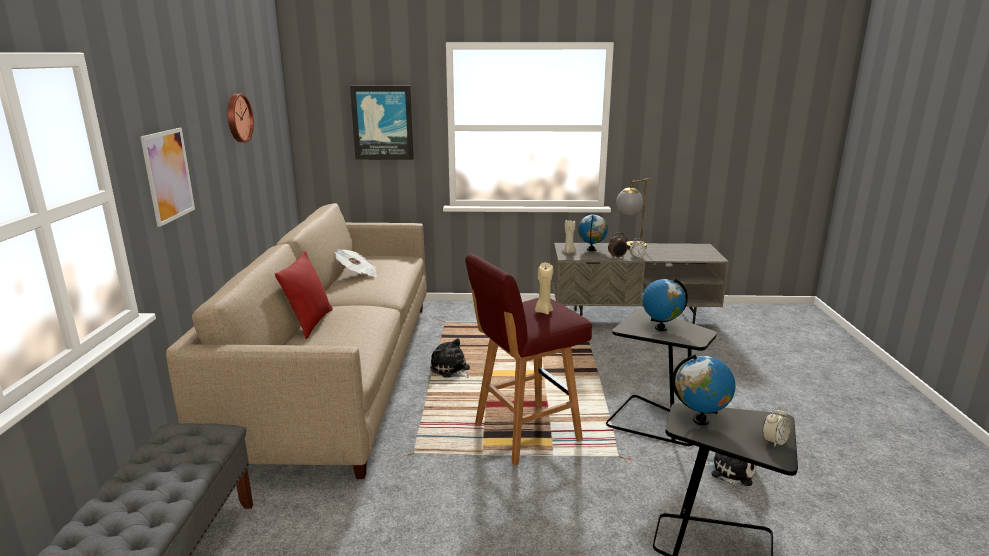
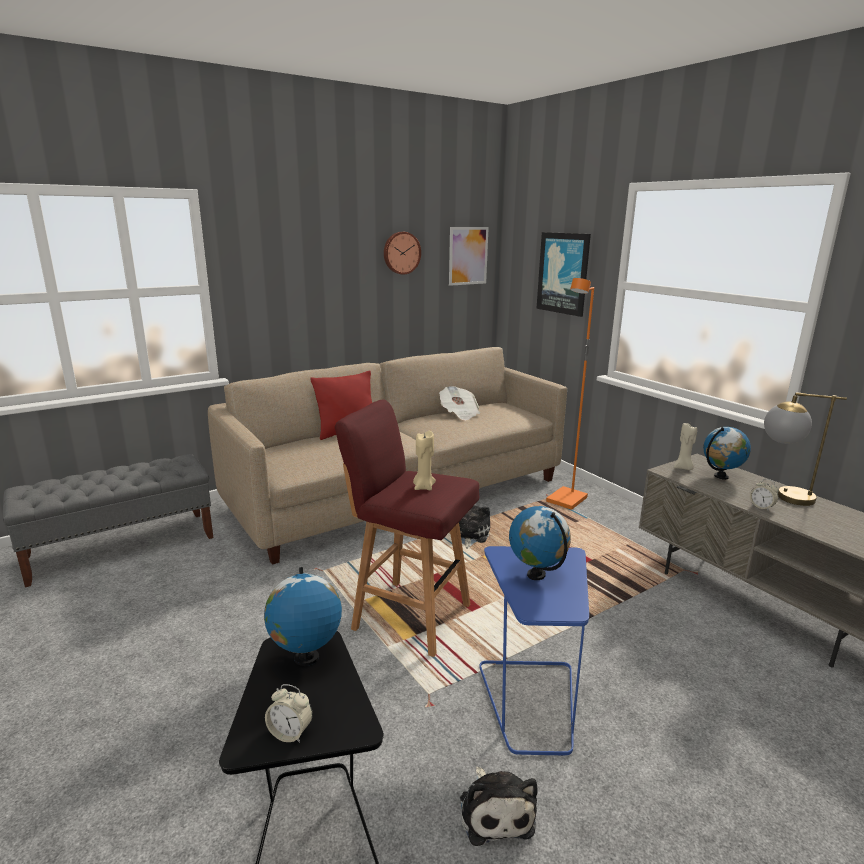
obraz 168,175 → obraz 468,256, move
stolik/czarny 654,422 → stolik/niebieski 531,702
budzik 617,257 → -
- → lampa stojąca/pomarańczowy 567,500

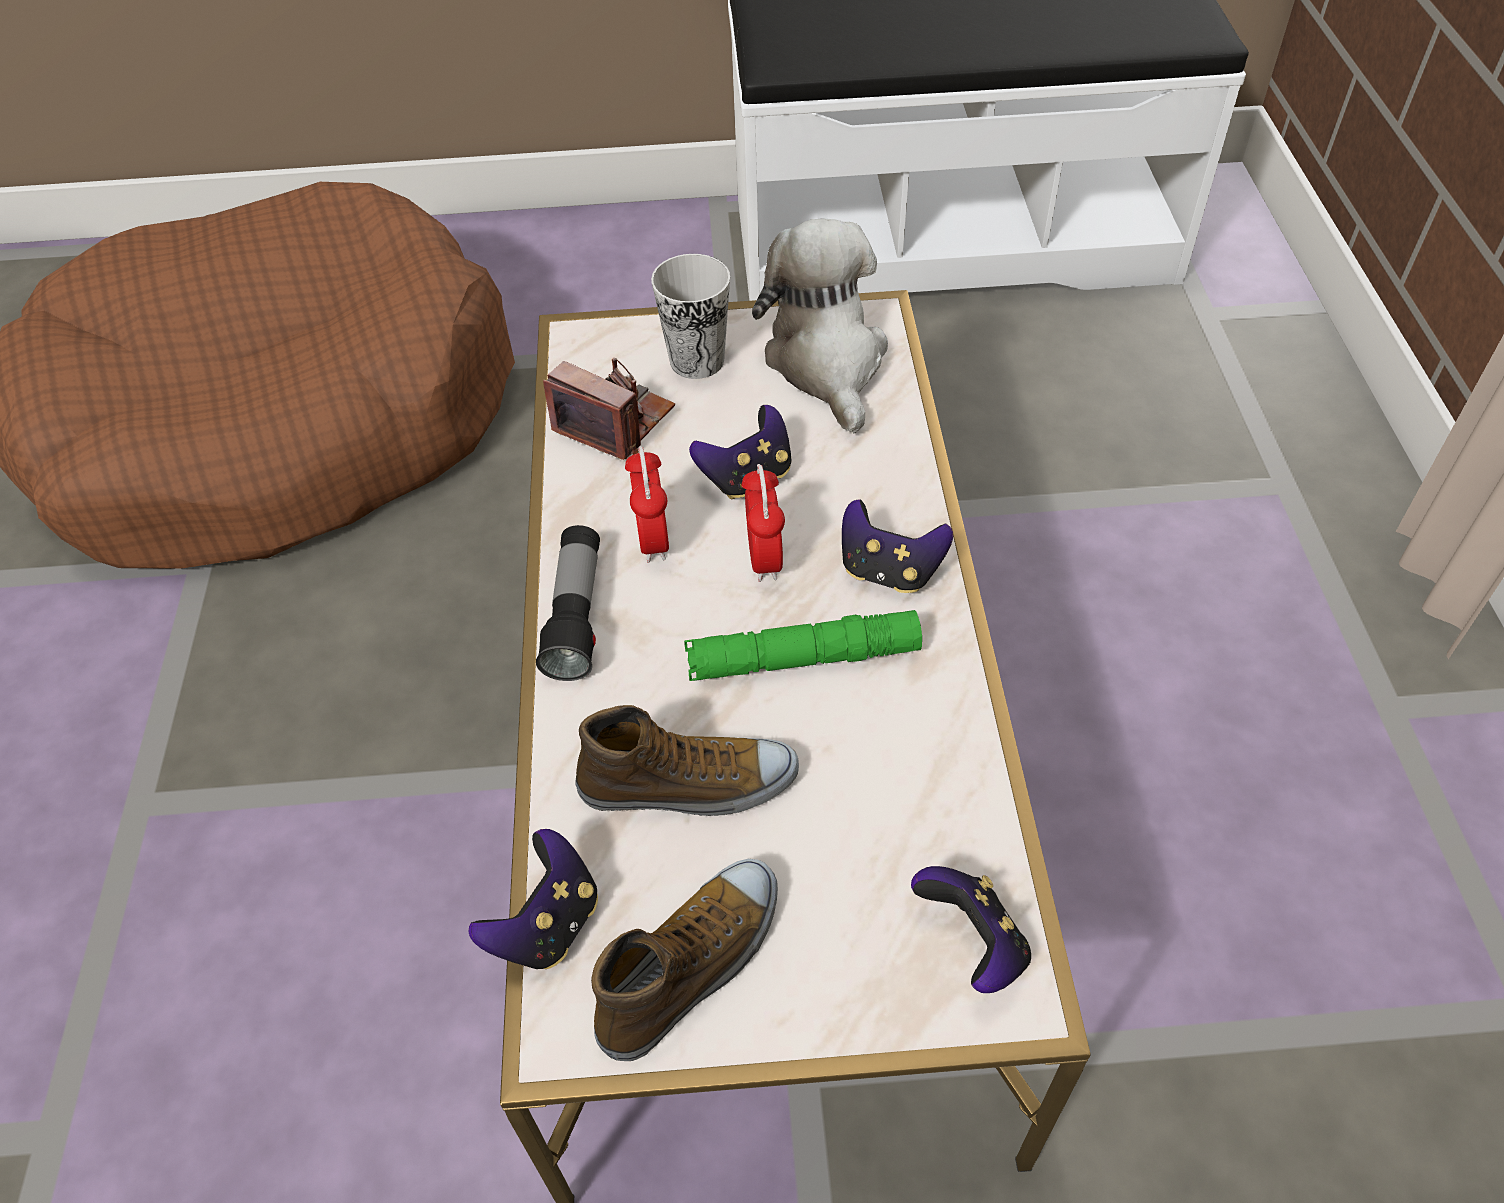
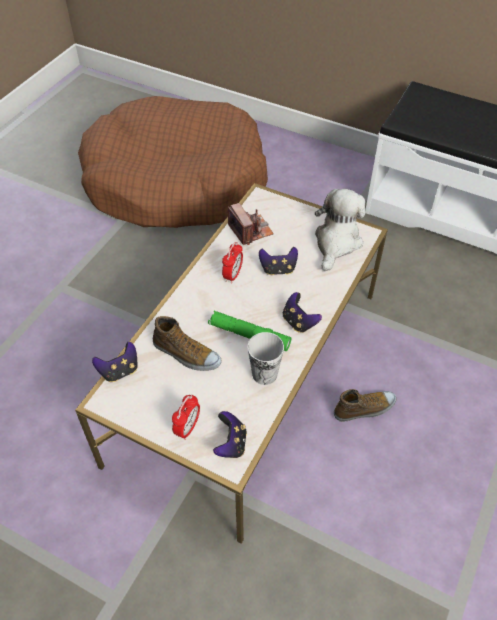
latarka 576,615 → -
but 692,965 → but 364,409, move
filiżanka 697,360 → filiżanka 264,374, move
budzik 764,558 → budzik 187,428, move

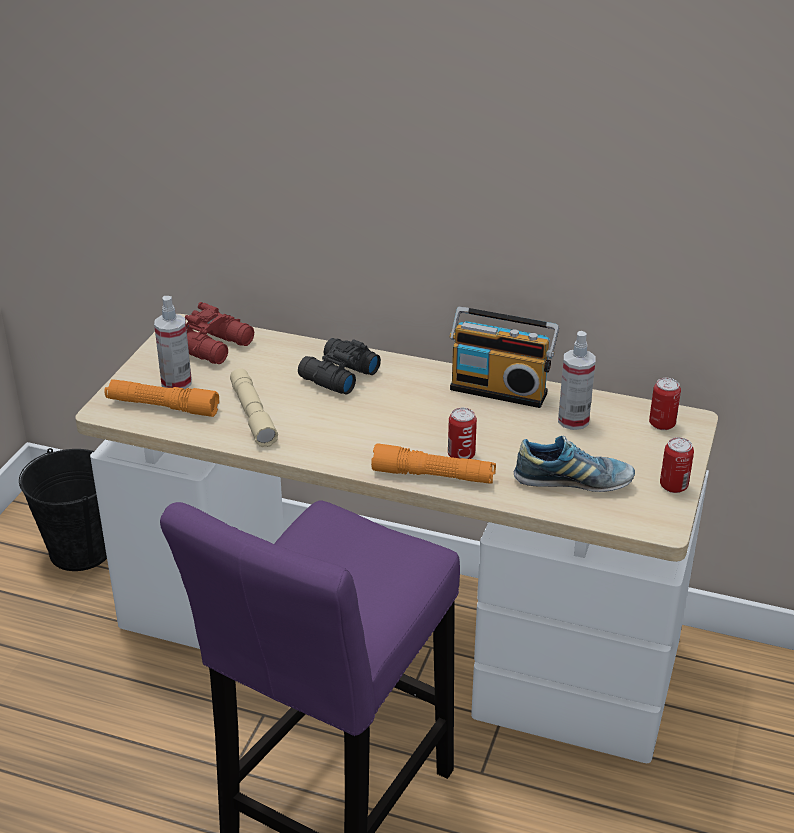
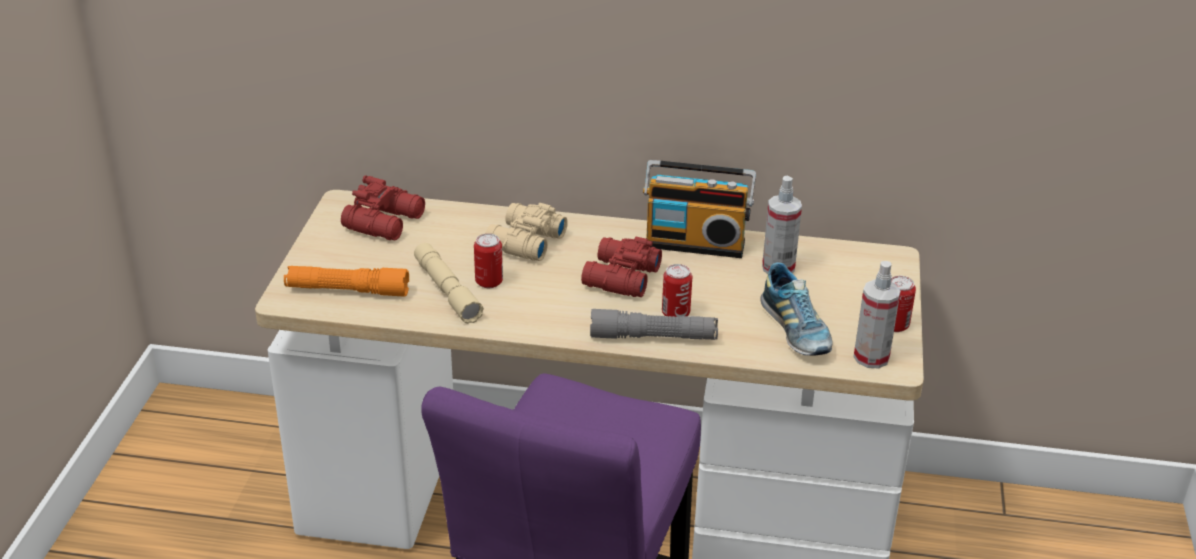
wiadro/czarny 81,550 → -
spryskiwacz 176,383 → spryskiwacz 871,357, move
lornetka/czarny 337,375 → lornetka/beżowy 523,242
latarka/pomarańczowy 433,476 → latarka/szary 653,337
but 573,482 → but 795,330, 75 degrees clockwise
puszka 662,424 → puszka 489,282, move
- → lornetka/czerwony 619,278

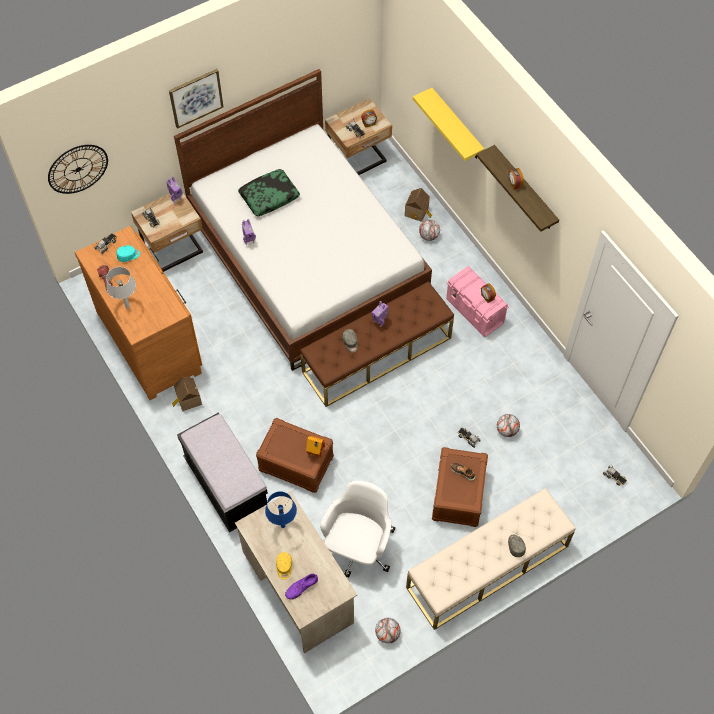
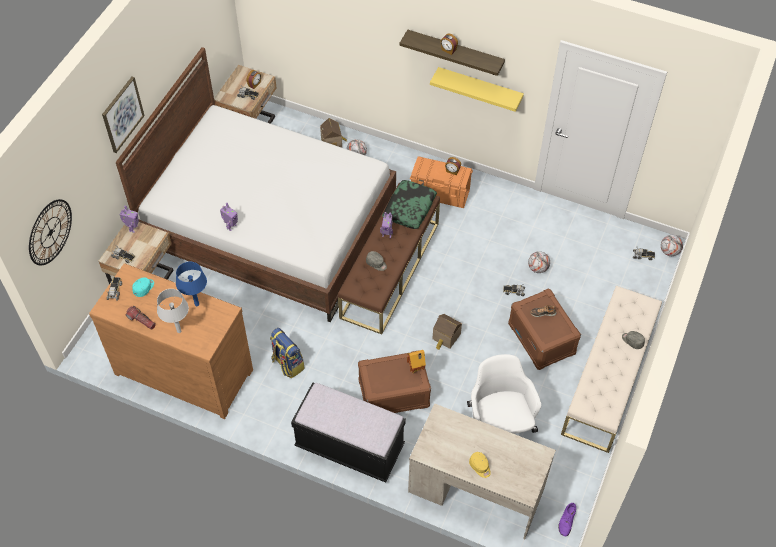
domek 187,400 → domek 446,337, move
poduszka 269,196 → poduszka 409,208, move
lampa stołowa/niebieski 282,525 → lampa stołowa/niebieski 196,304, move
but/fioletowy 301,587 → but/fioletowy 567,521, move
piłka futbolowa 387,634 → piłka futbolowa 669,251, move
półka/żółty 457,125 → półka/żółty 479,88, move
pojemnik do przechowywania/różowy 474,311 → pojemnik do przechowywania/pomarańczowy 440,193
- → plecak 287,364

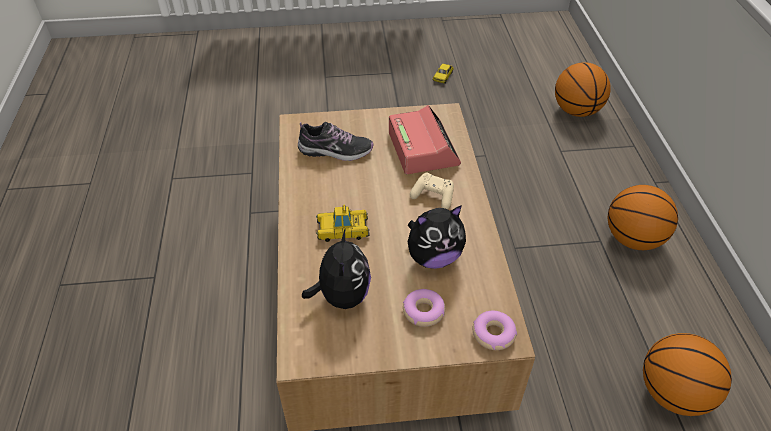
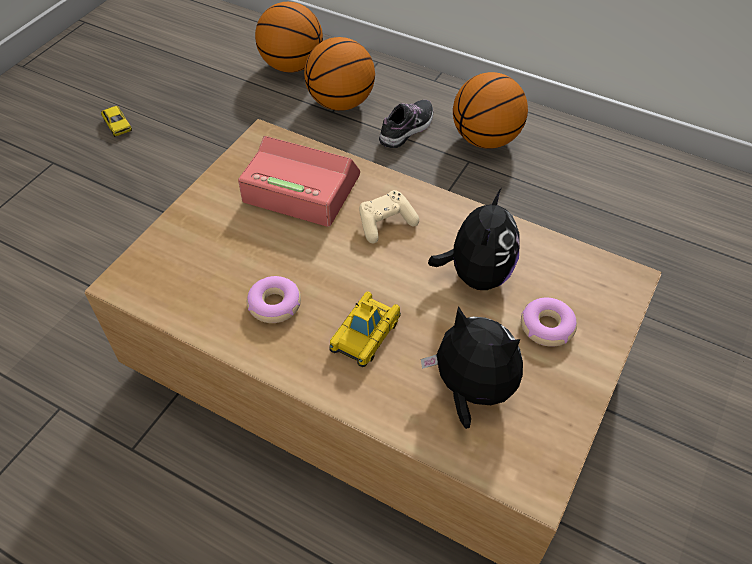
but 335,151 → but 407,129, move
donut 493,334 → donut 275,305, move
piłka do koszykówki 673,394 → piłka do koszykówki 341,103, move

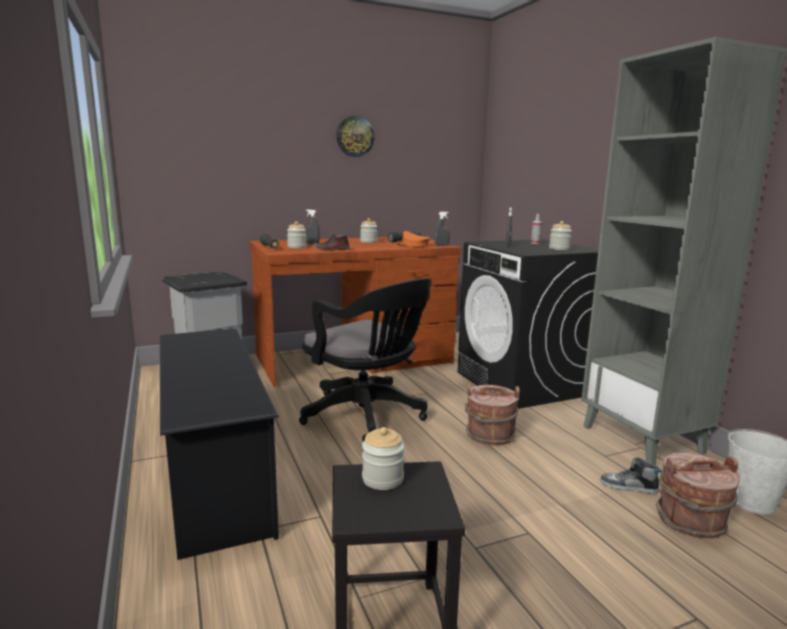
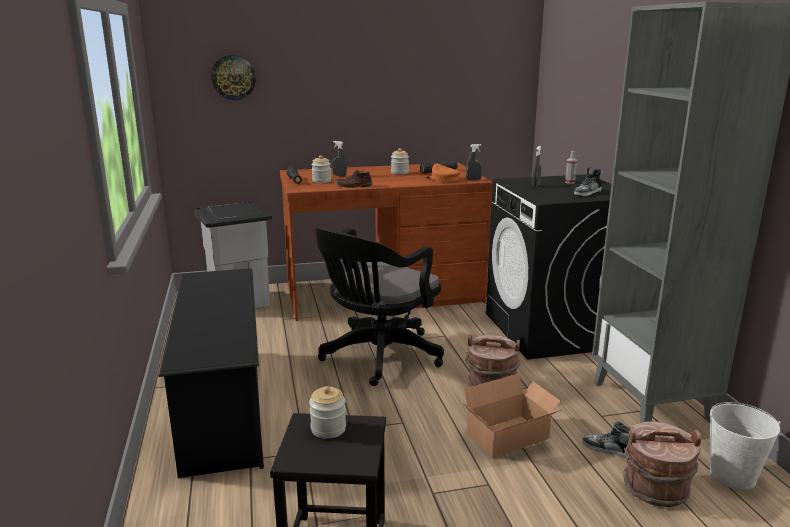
krzesło biurowe/czarny 368,416 → krzesło biurowe/czarny 377,357, 75 degrees clockwise
zegar ścienny 355,136 → zegar ścienny 233,77, move
słoik 559,249 → but 587,193
- → karton 511,437

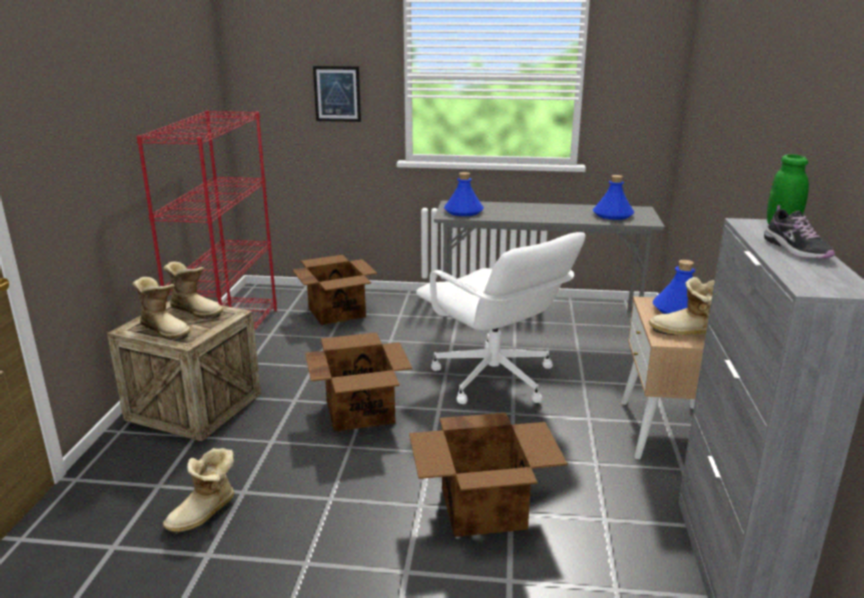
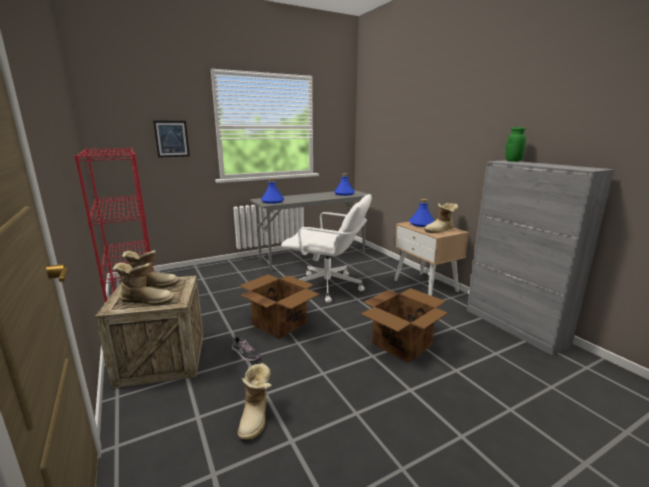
karton 337,312 → -
but 796,249 → but 245,354, move

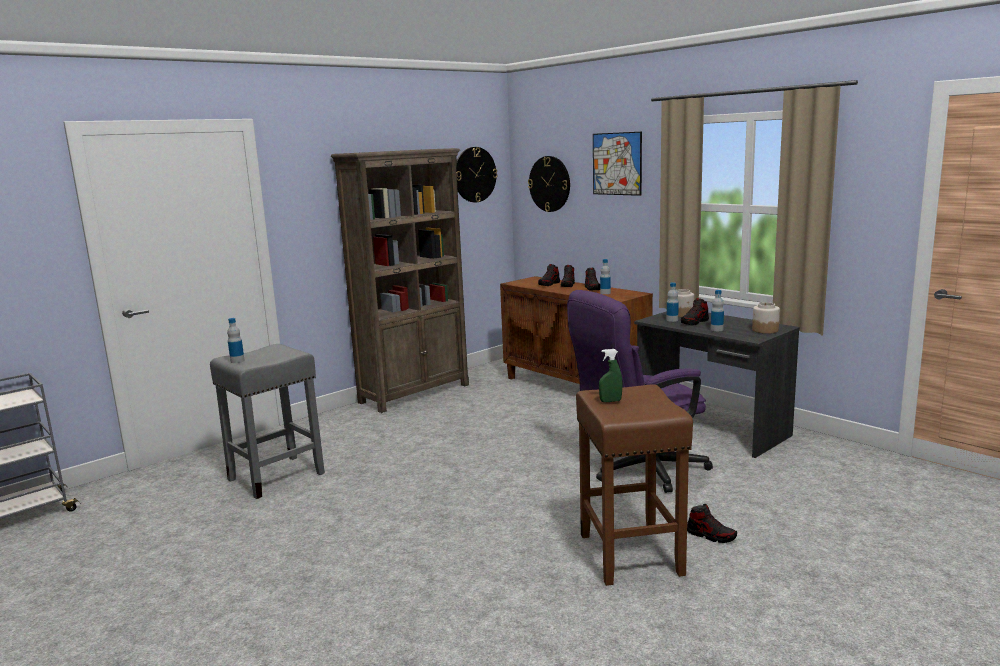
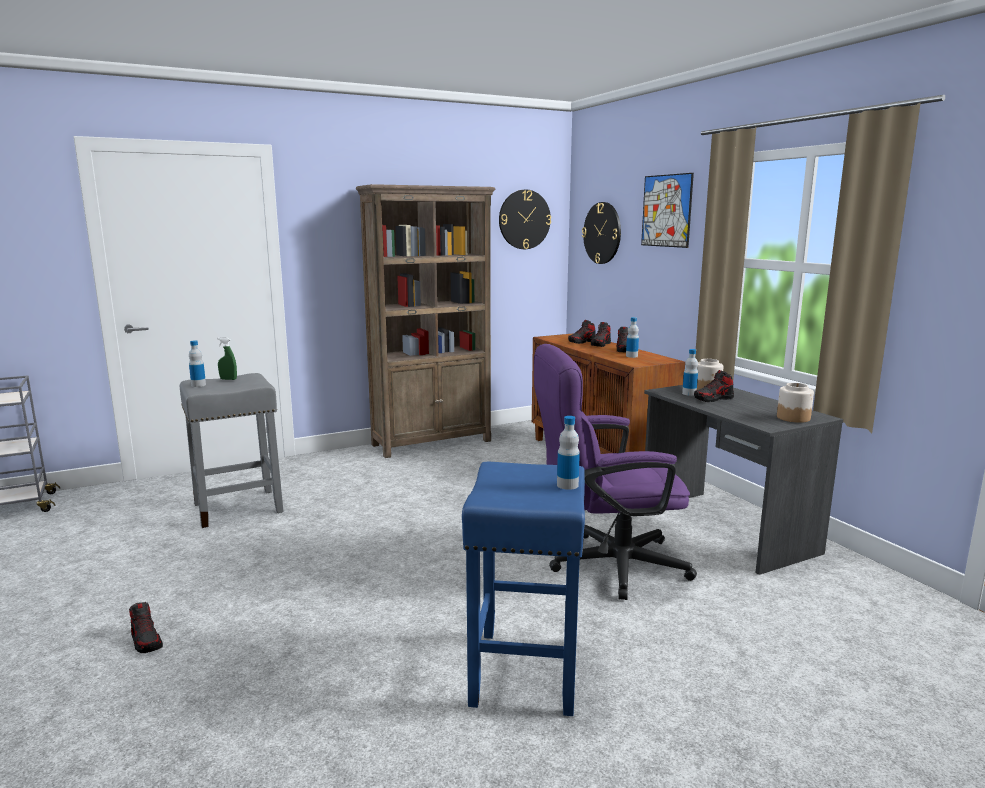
stołek/brązowy 631,555 → stołek/niebieski 525,673
spryskiwacz/zielony 610,401 → spryskiwacz/zielony 228,379, move
but 711,535 → but 146,641, move
butelka 717,329 → butelka 567,485, move

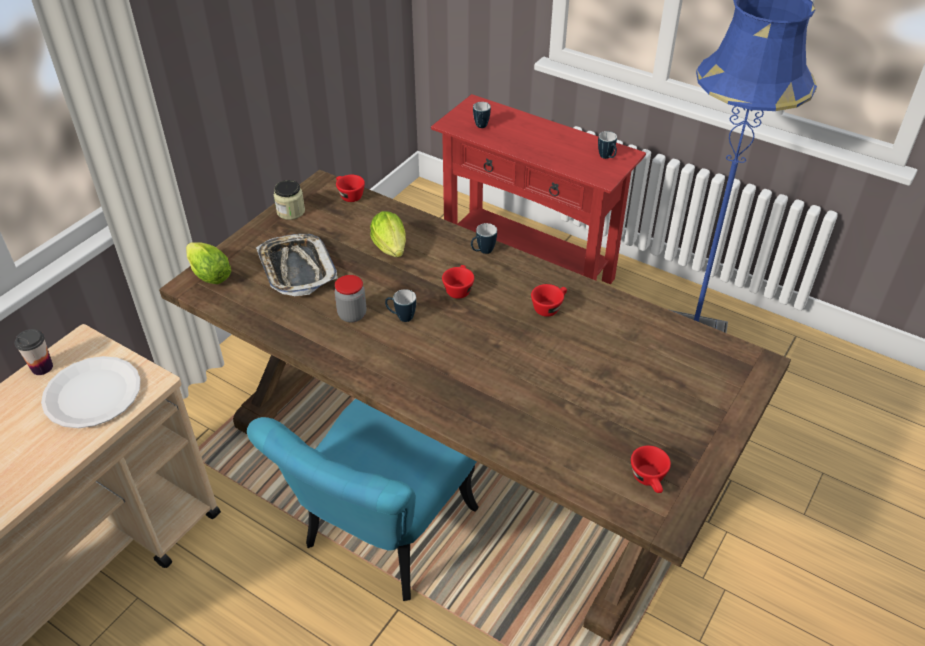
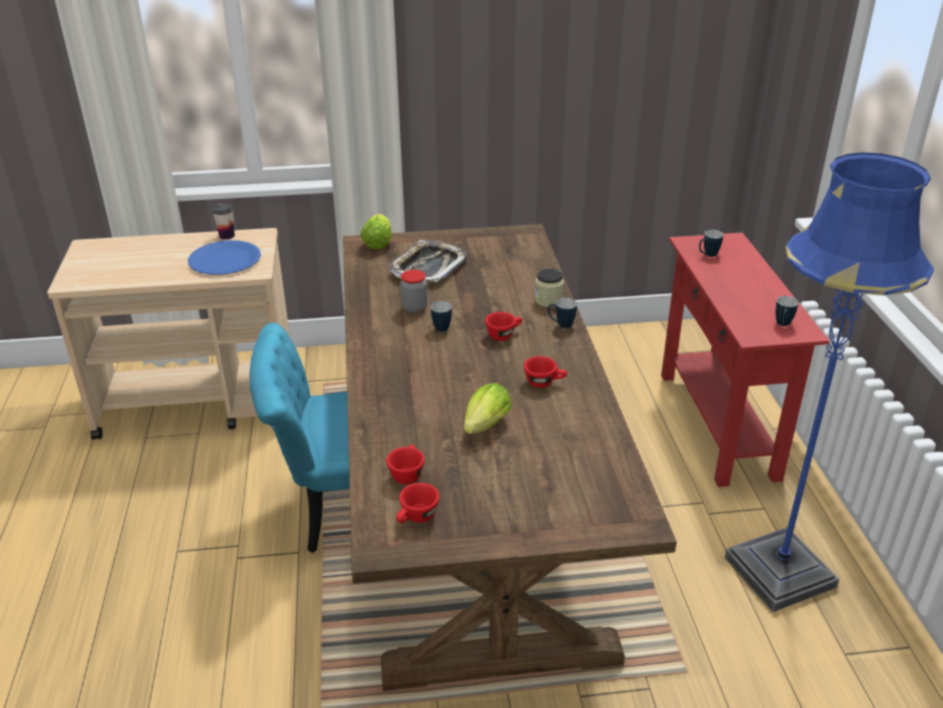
talerz/biały 93,394 → talerz/niebieski 225,260
słoik 291,211 → słoik 548,300, move
filiżanka/czerwony 348,195 → filiżanka/czerwony 407,473, move
sałata 391,250 → sałata 484,427, move

